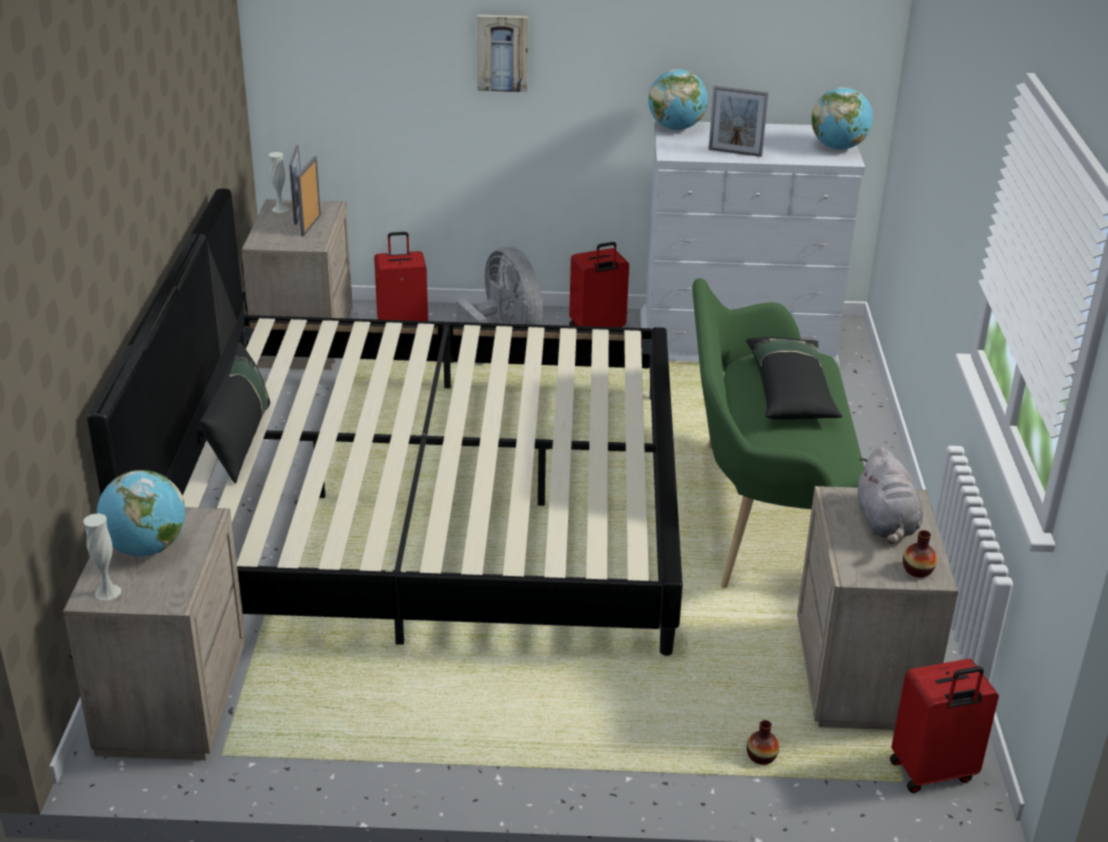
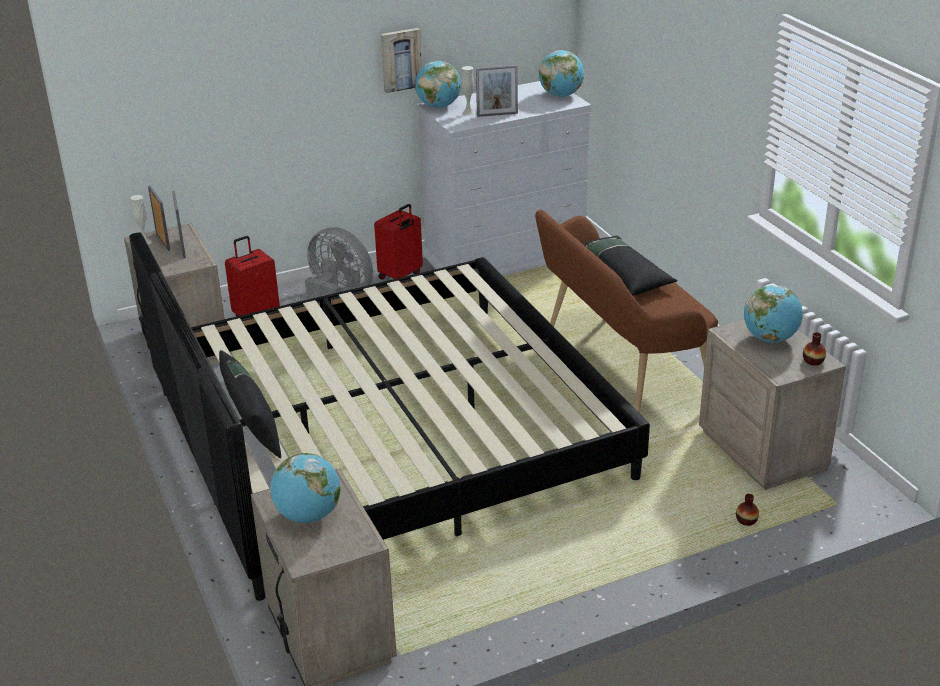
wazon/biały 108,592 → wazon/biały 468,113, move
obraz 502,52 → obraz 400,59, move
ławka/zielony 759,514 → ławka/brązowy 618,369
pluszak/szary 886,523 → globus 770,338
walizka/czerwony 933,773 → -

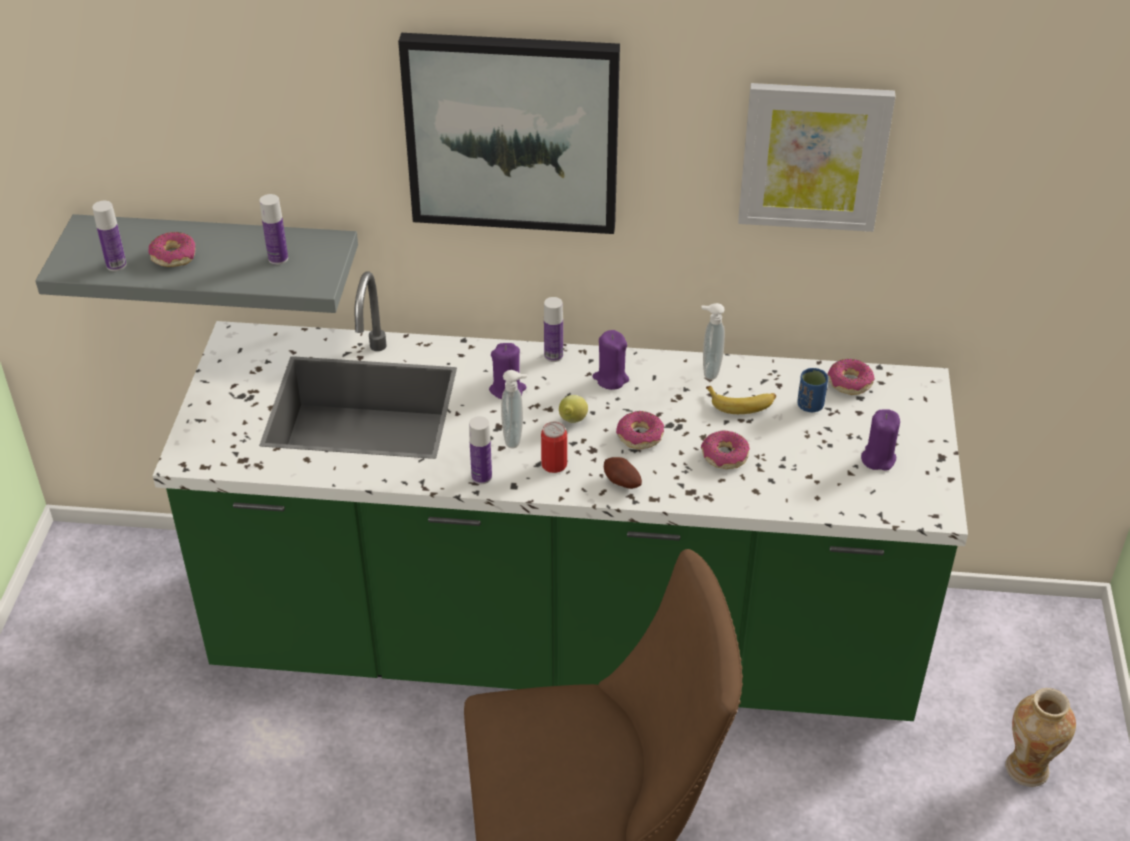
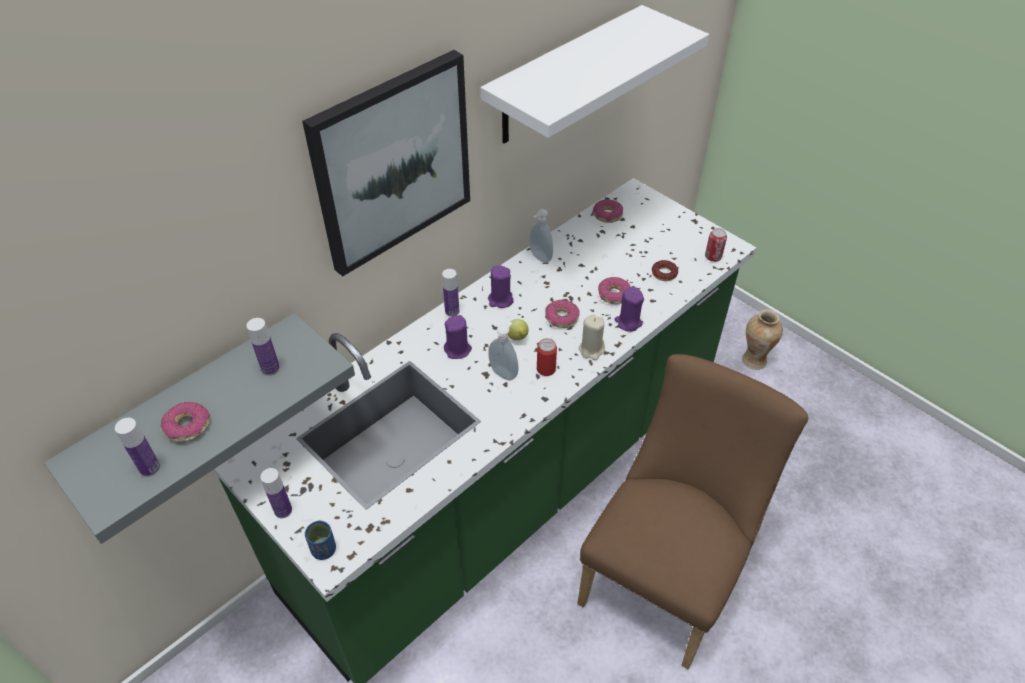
butelka 481,477 → butelka 283,510, move
ziemniak 621,483 → świeca/beżowy 591,349
banan 742,403 → -
obraz 813,156 → półka/biały 564,76
filiżanka/niebieski 810,405 → filiżanka/niebieski 324,550, move
świeca/fioletowy 878,458 → świeca/fioletowy 628,322, move
- → donut 664,273
- → puszka 713,257

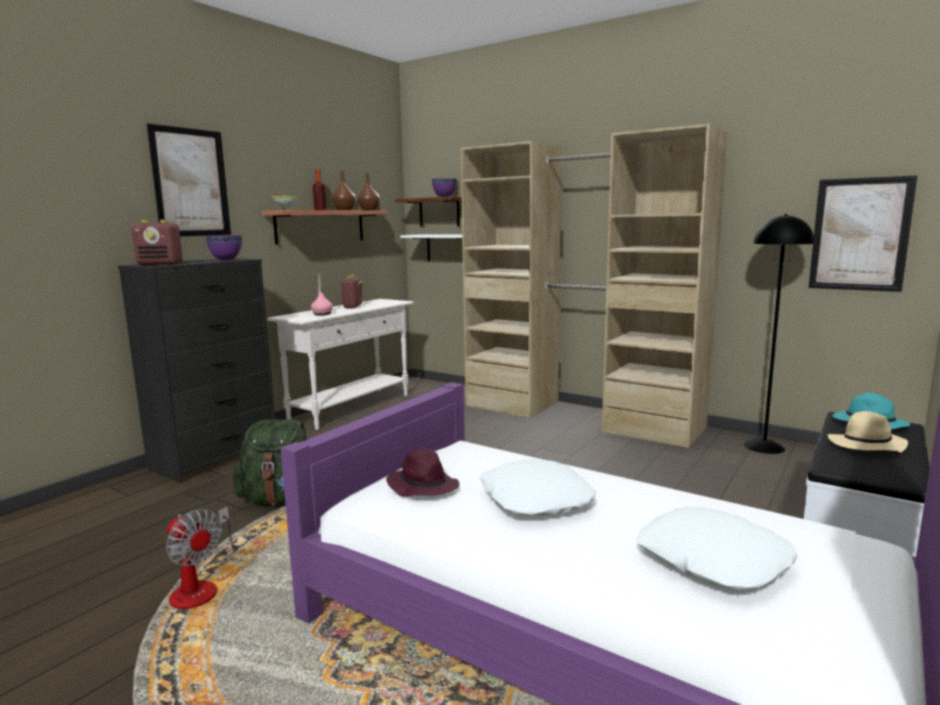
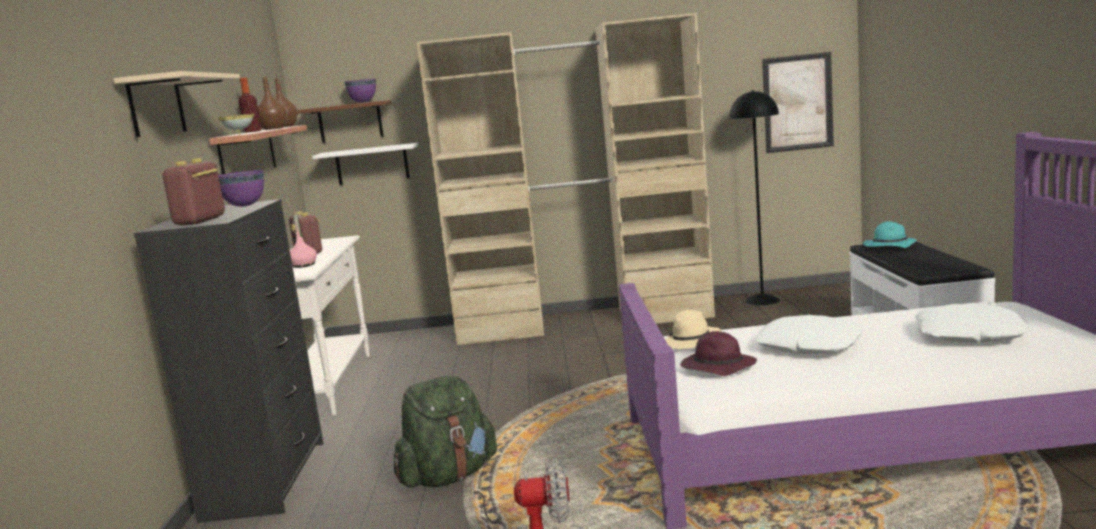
radio 160,264 → radio 200,221, 135 degrees clockwise
obraz 190,183 → półka/beżowy 156,106
kapelusz/beżowy 865,446 → kapelusz/beżowy 691,343, move

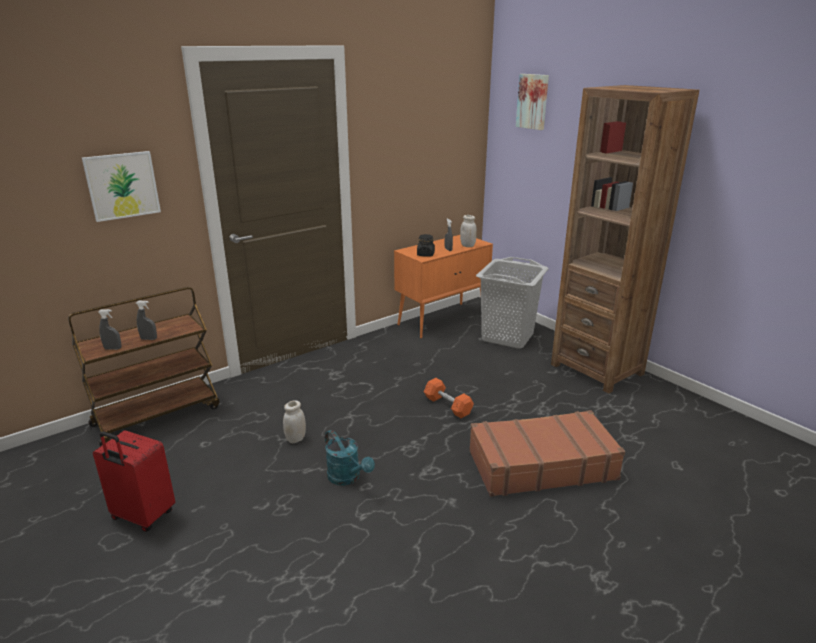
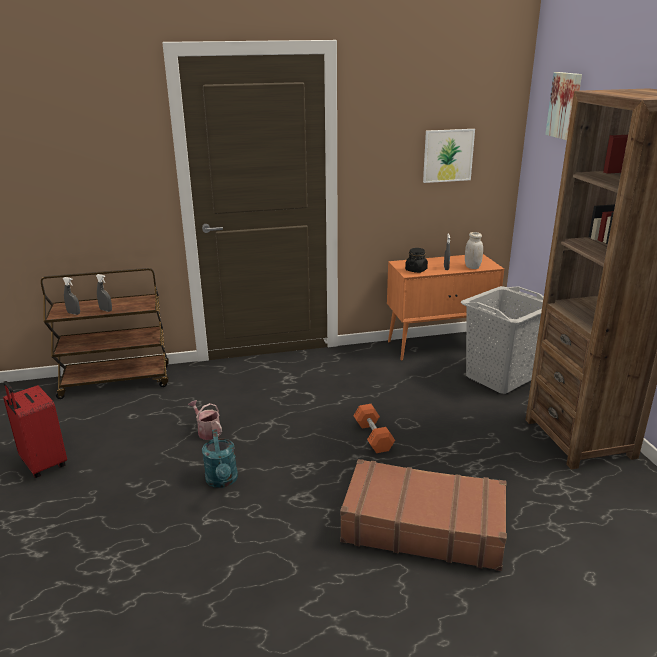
obraz 122,185 → obraz 448,155, move
słoik/biały 296,439 → konewka 207,431

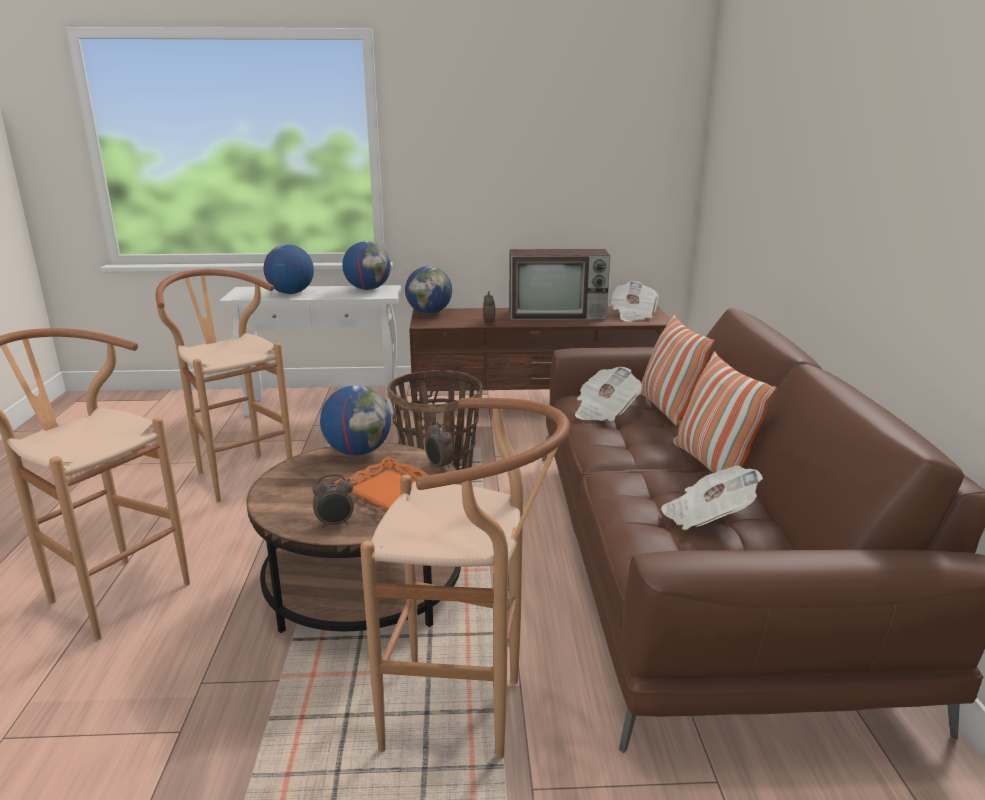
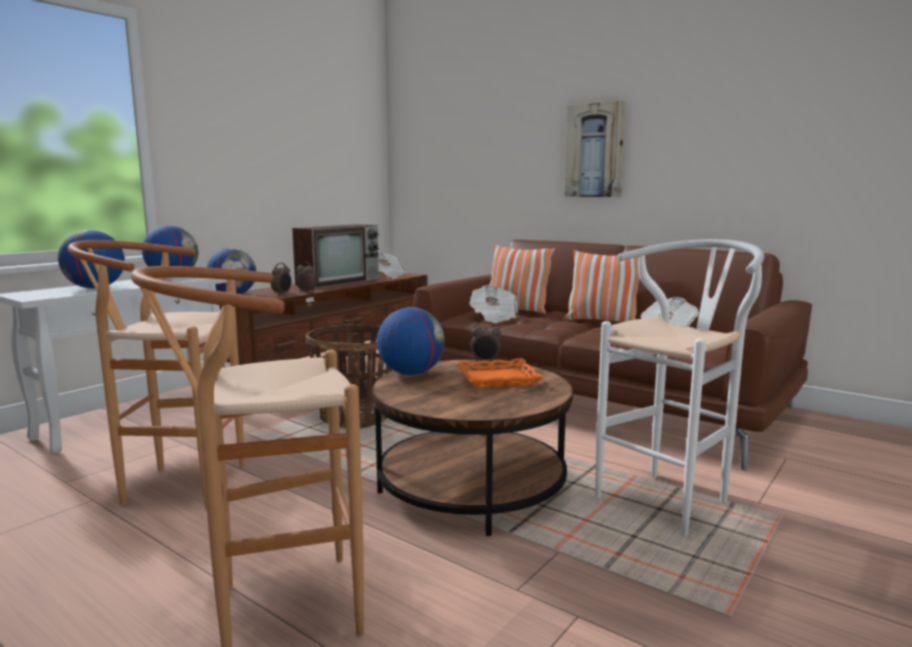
budzik 335,524 → budzik 282,294, move
stołek/brązowy 468,712 → stołek/biały 670,497
- → obraz 595,150

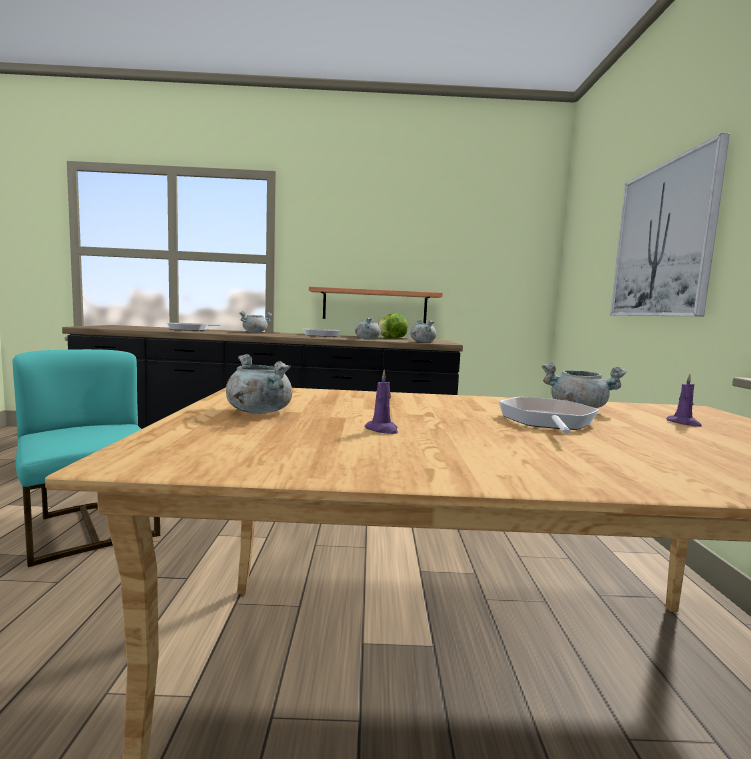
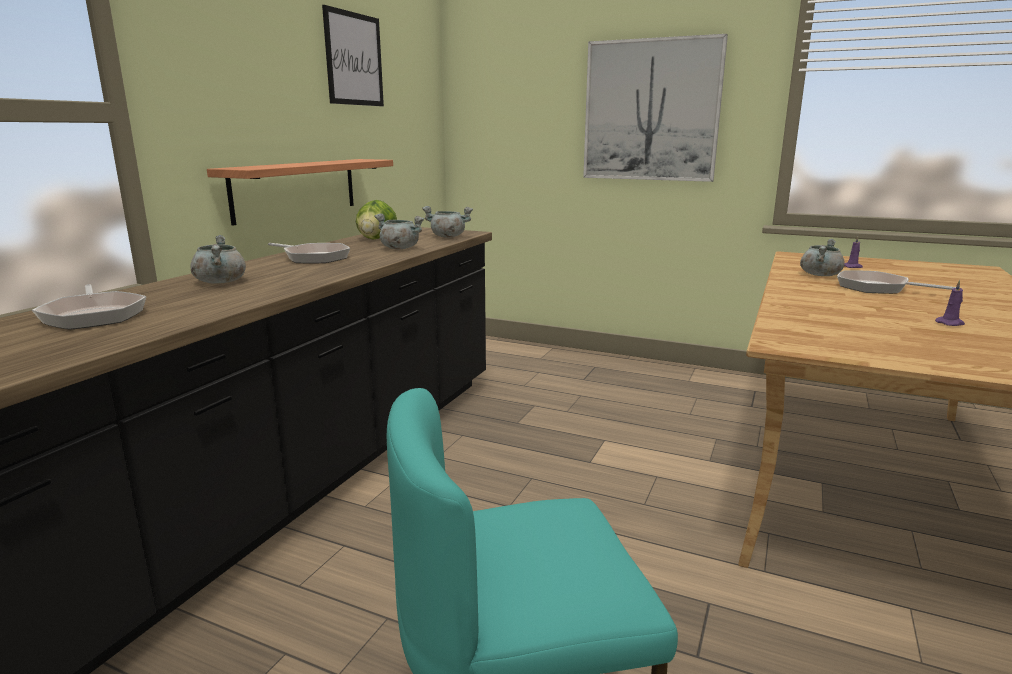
garnek/szary 258,411 → -
- → obraz 354,59

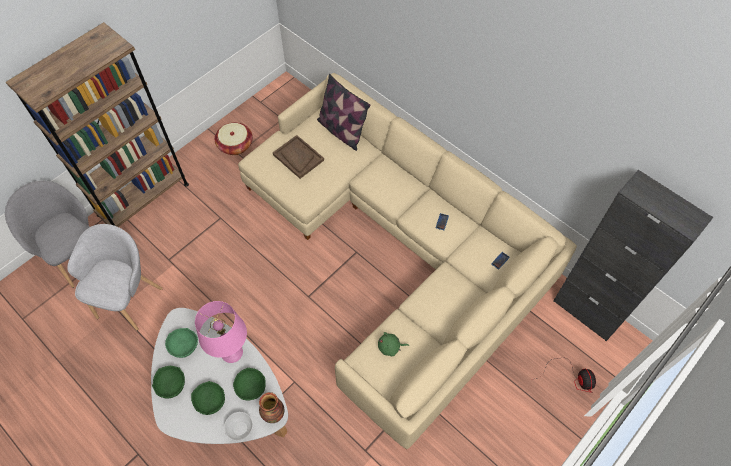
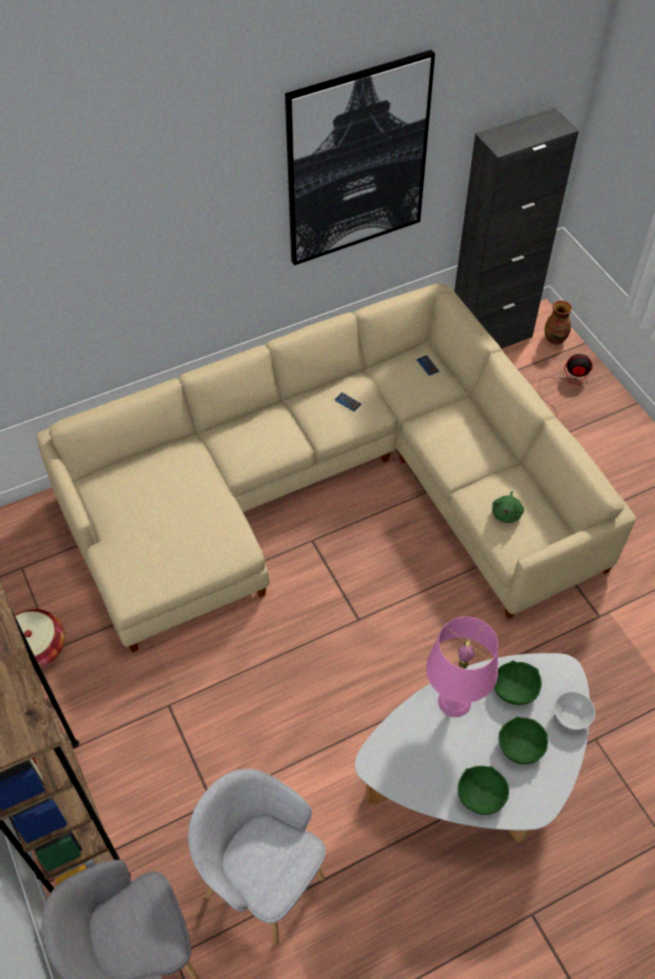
miska/zielony 183,346 → -
wazon 274,414 → wazon 555,339, move
taca/brązowy 298,157 → -
poduszka 341,131 → -
- → obraz 357,161

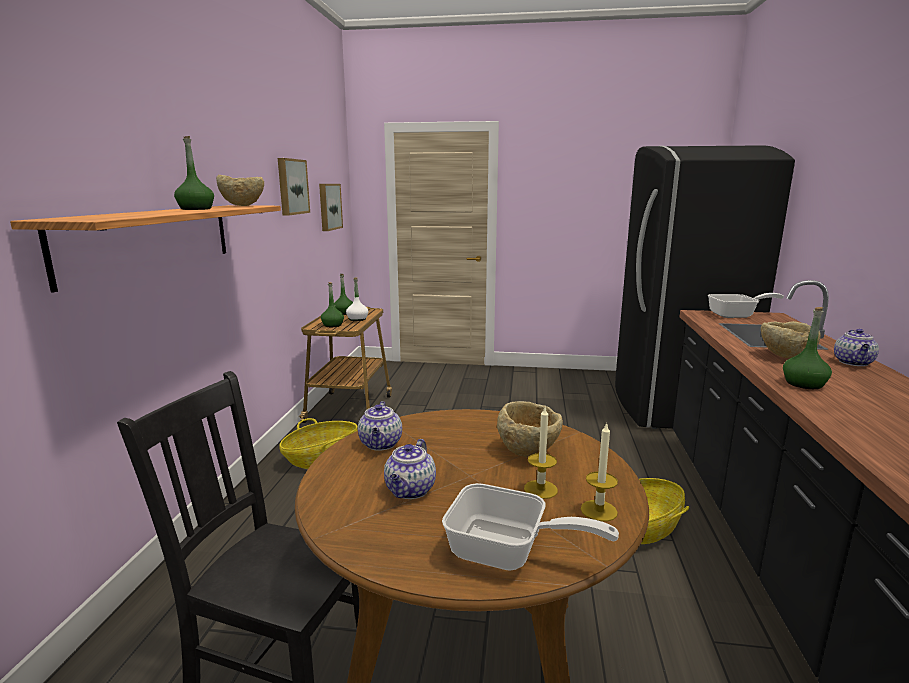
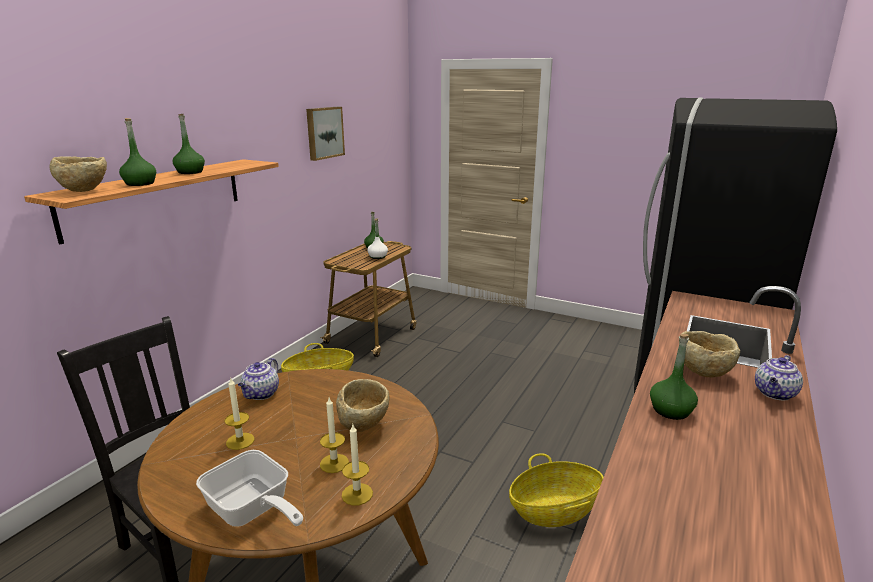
miska/beżowy 243,206 → miska/beżowy 85,190, move
obraz 329,206 → -
butelka/zielony 333,325 → butelka/zielony 140,183, move
imbryk 410,491 → świeca 240,441
patelnia 736,315 → -

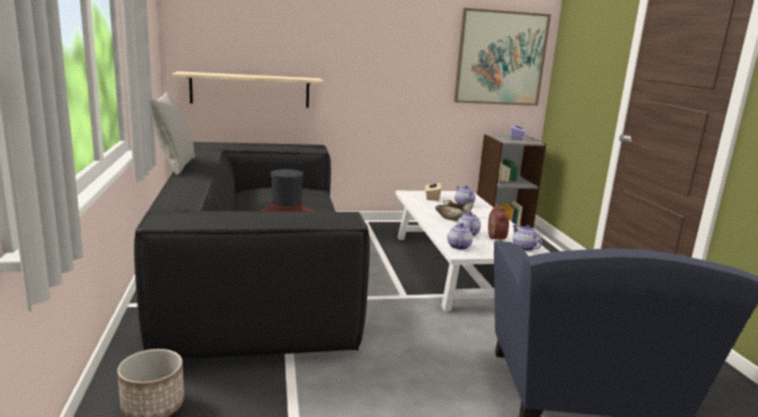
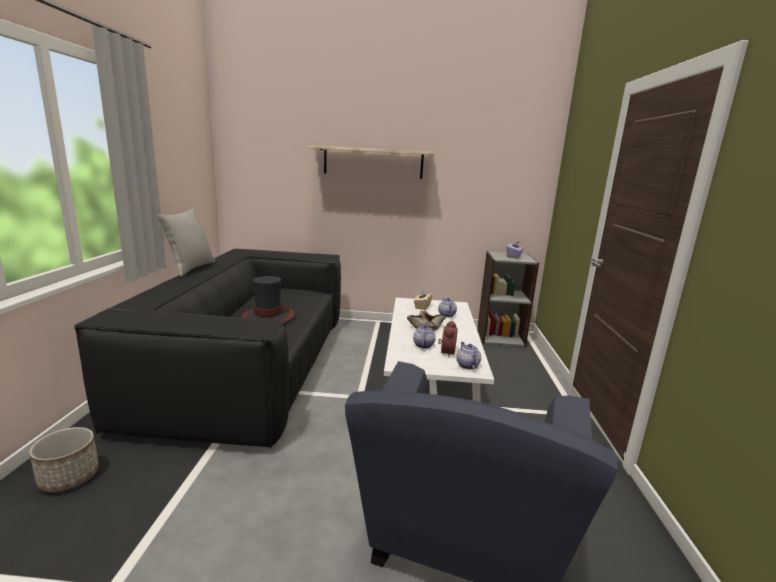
półka 250,90 → półka 373,162, move
imbryk 458,246 → -
obraz 500,58 → -

